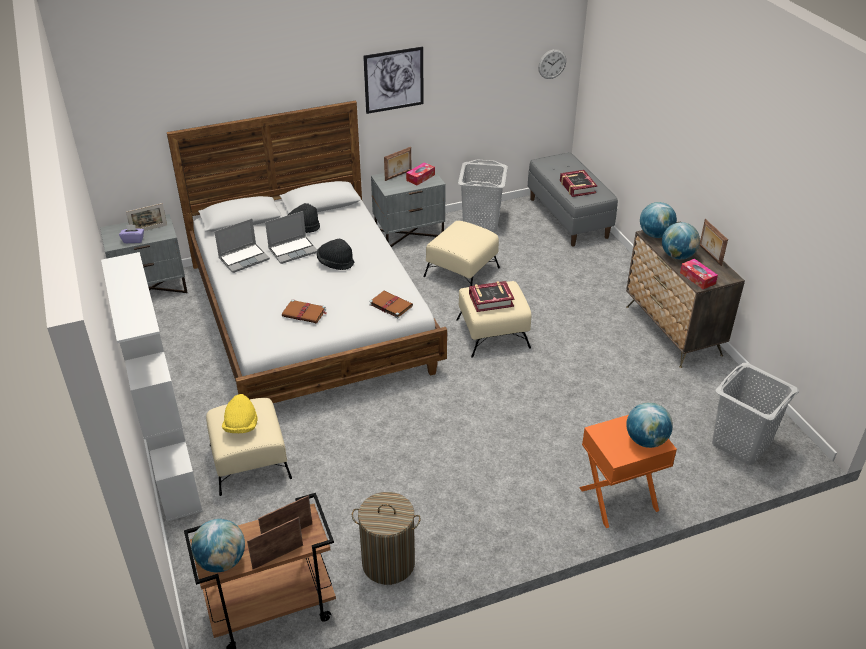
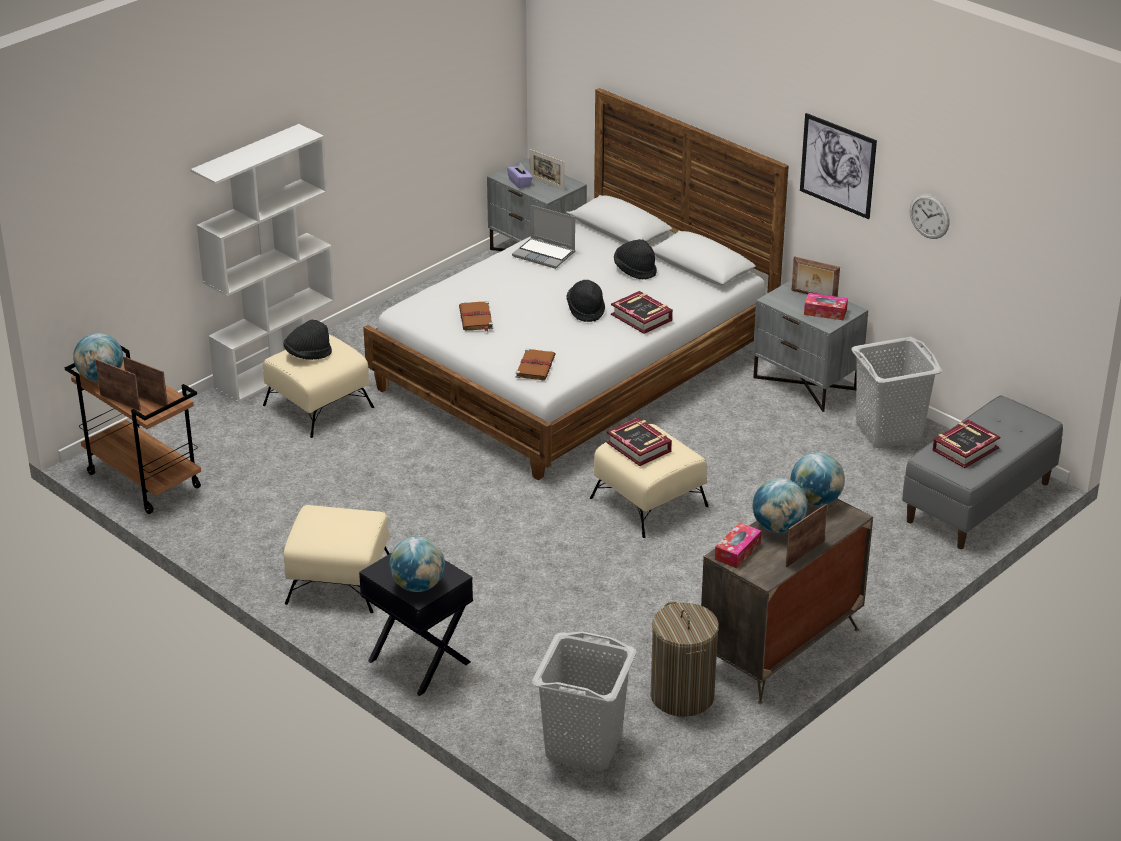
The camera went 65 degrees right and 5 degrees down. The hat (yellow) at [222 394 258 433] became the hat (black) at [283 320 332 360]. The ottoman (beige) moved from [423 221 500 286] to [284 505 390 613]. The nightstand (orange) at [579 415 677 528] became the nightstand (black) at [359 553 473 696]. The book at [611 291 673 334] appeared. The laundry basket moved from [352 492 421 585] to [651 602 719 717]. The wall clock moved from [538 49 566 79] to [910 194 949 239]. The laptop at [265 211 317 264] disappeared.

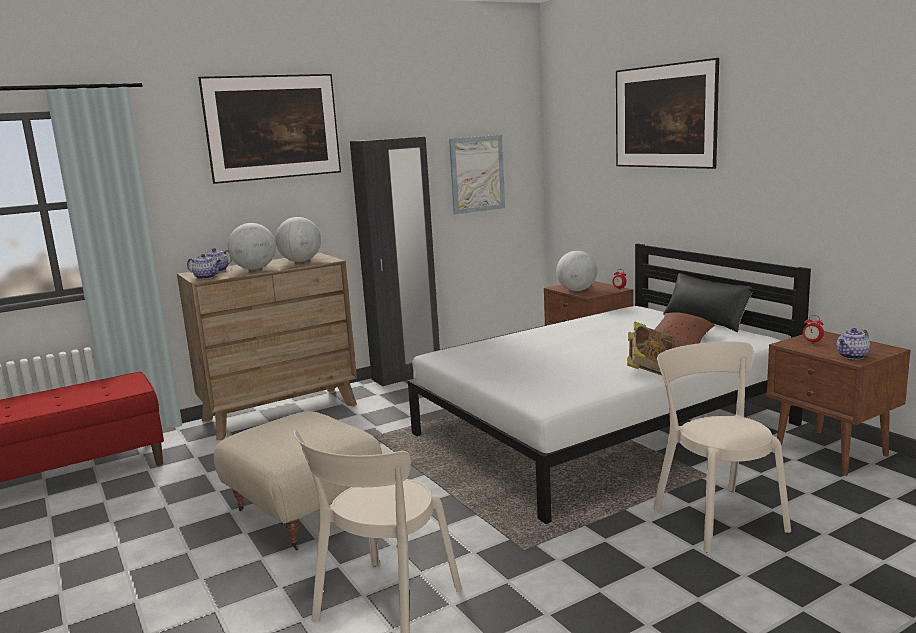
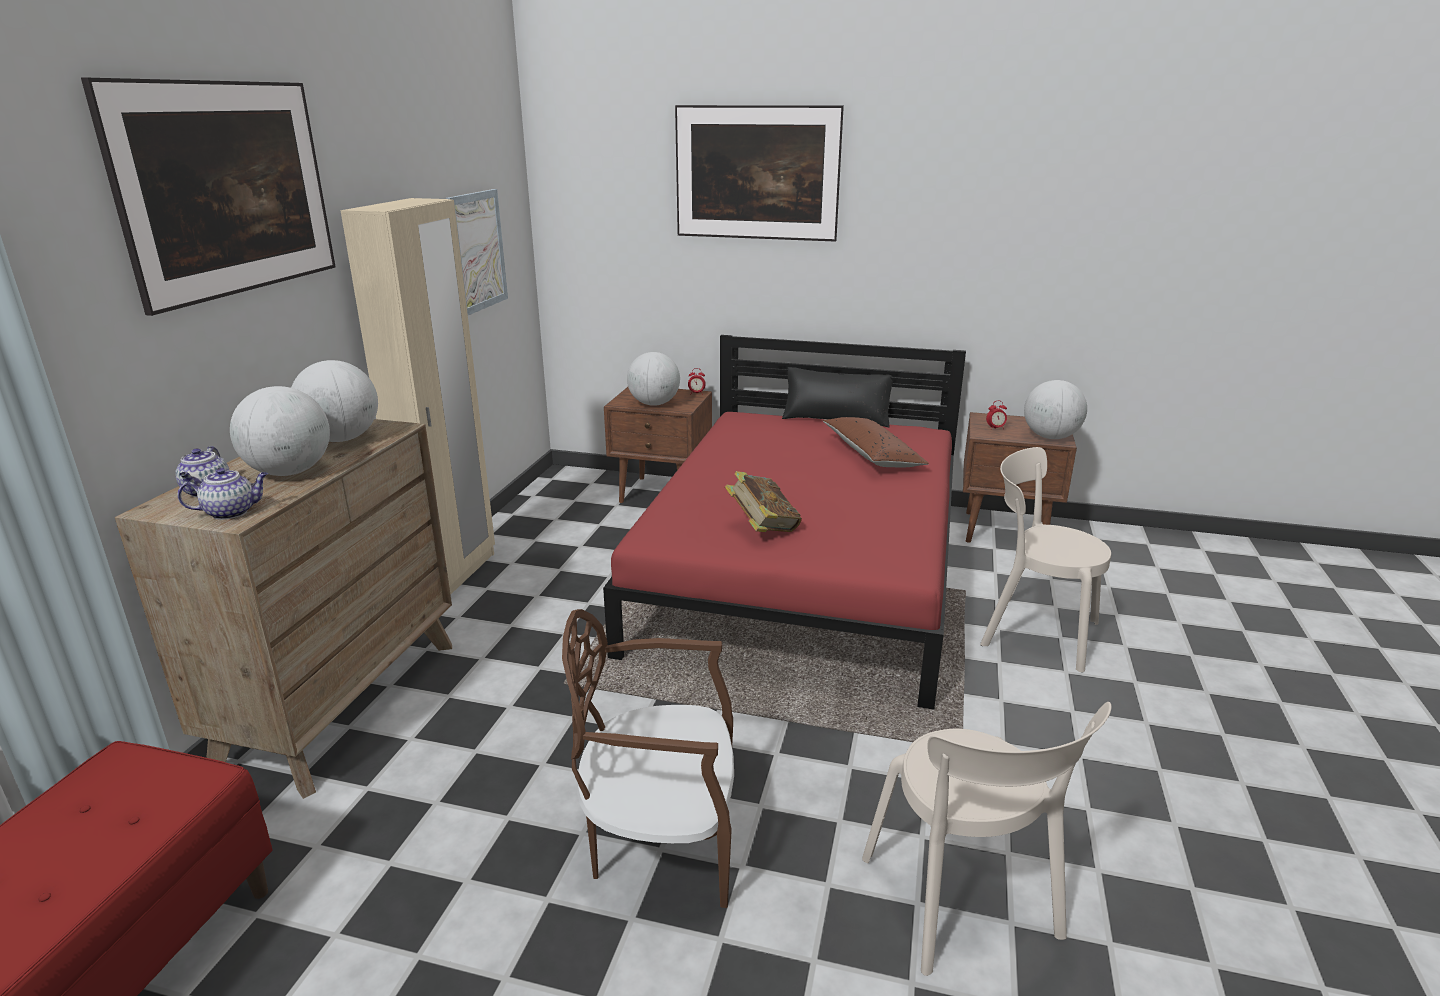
The camera went 45 degrees left and 10 degrees up. The wardrobe (black) at [350 137 440 386] became the wardrobe (beige) at [340 198 495 594]. The ottoman (beige) at [214 411 382 551] was replaced by the chair (brown) at [562 609 734 908]. The bed (white) at [408 244 811 524] became the bed (red) at [603 335 966 710]. The book moved from [627 322 675 375] to [725 471 802 532]. The teapot at [837 328 871 359] was replaced by the globe at [1024 380 1087 439].

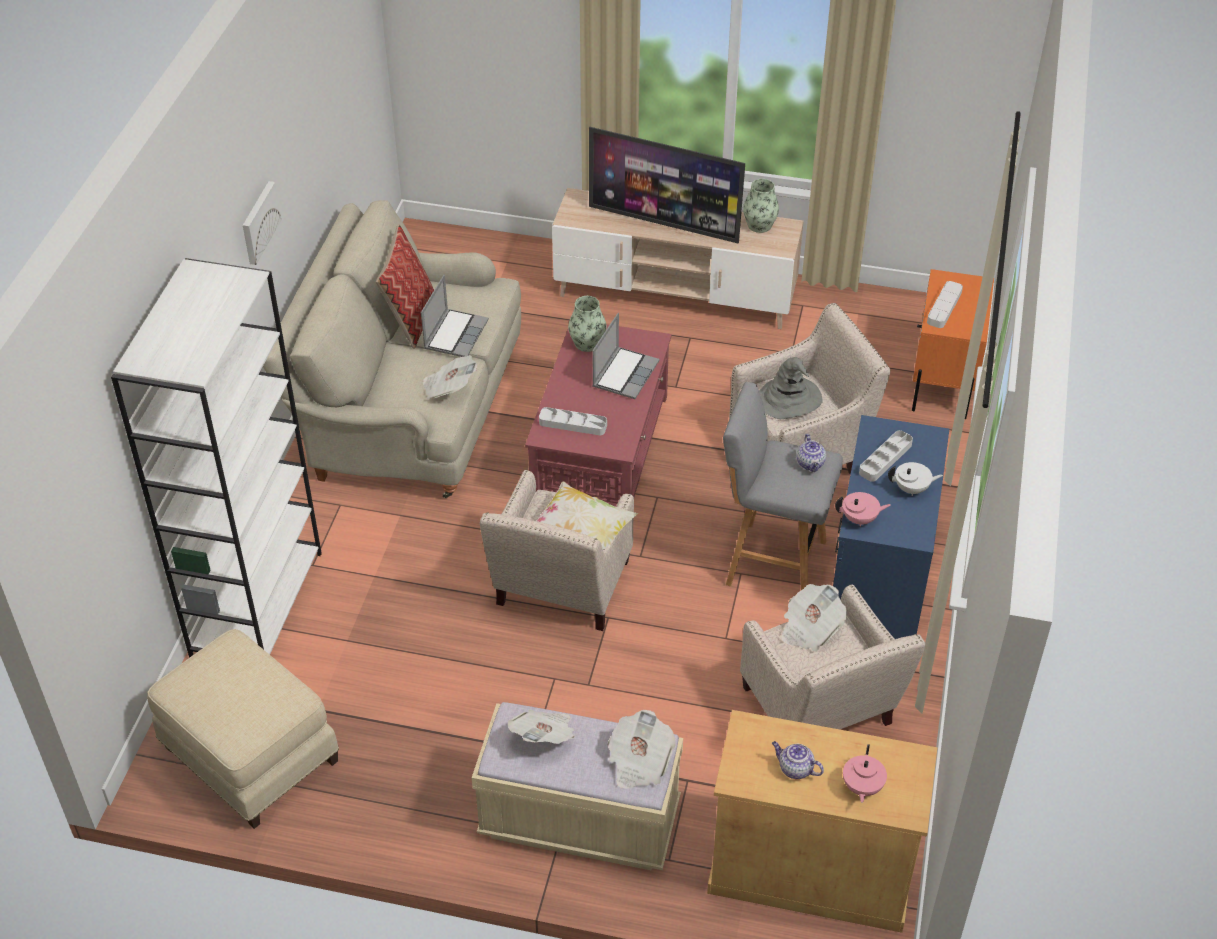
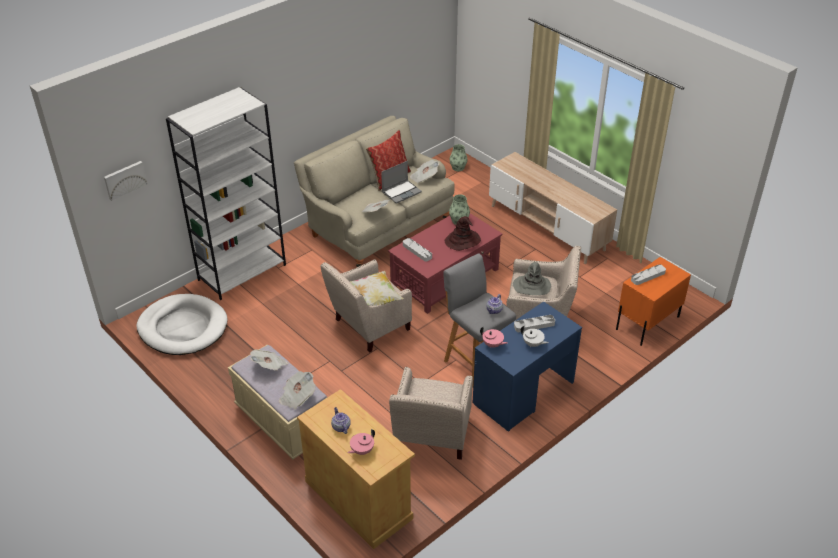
The camera went 35 degrees right and 5 degrees down. The picture moved from [243 181 282 265] to [104 161 147 201]. The ottoman (beige) at [147 629 339 829] was replaced by the dog bed (white) at [136 294 228 355]. The newspaper moved from [781 584 847 651] to [410 160 440 184]. The laptop at [592 313 659 399] was replaced by the hat (brown) at [445 216 481 251]. The vase moved from [743 179 779 233] to [450 144 467 171]. The television at [589 127 745 244] disappeared.

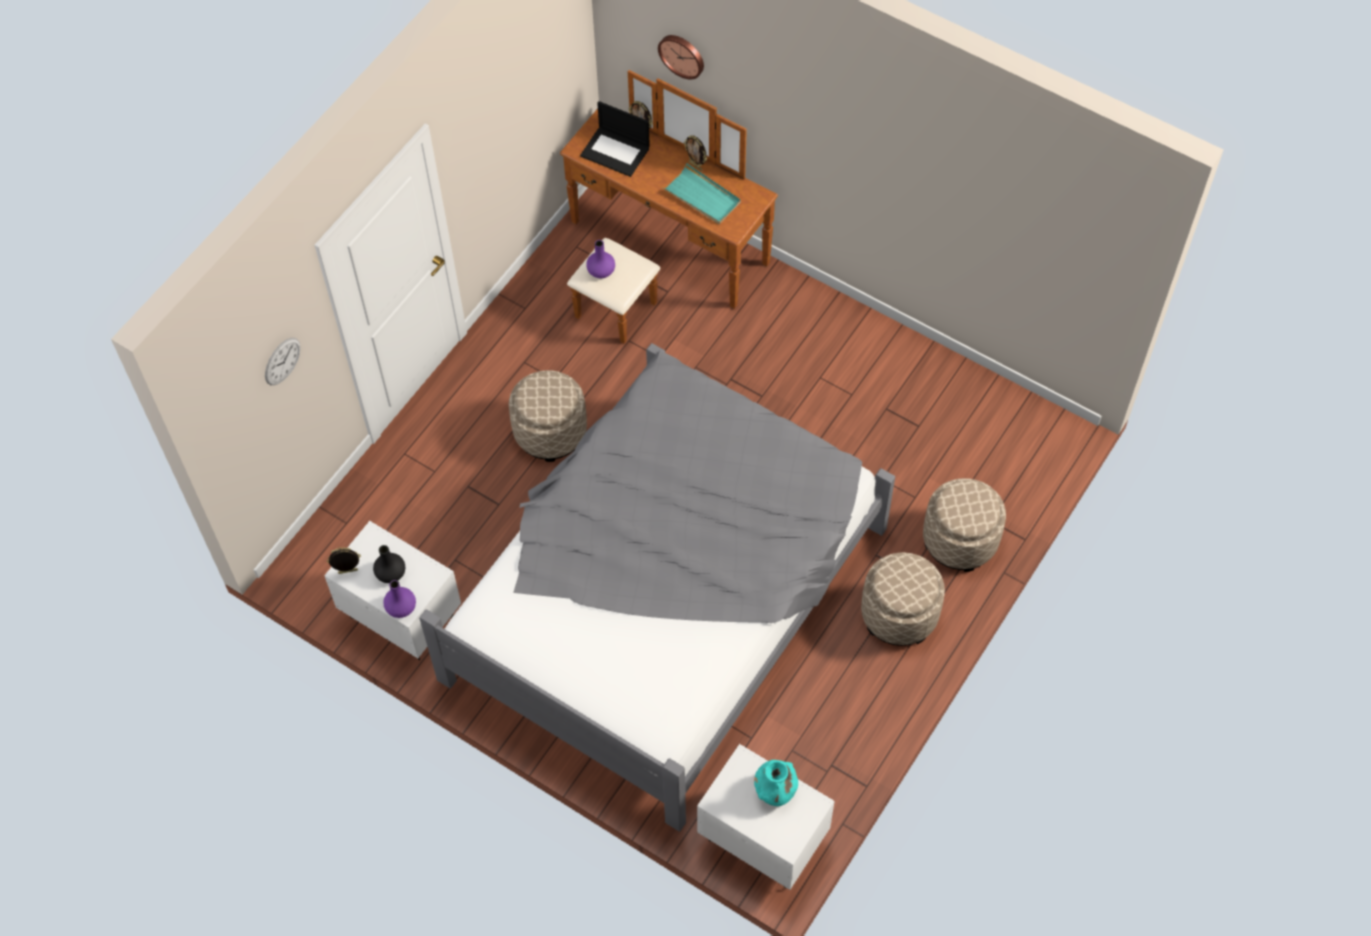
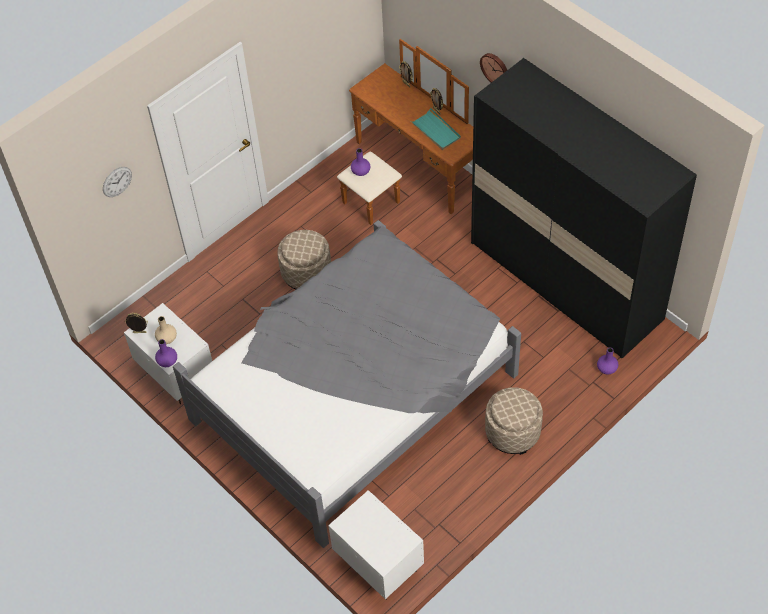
The camera went 15 degrees right and 5 degrees down. The vase (black) at [373 545 405 583] became the vase (beige) at [155 316 177 344]. The wardrobe (black) at [471 58 697 358] appeared. The wall clock moved from [658 35 704 79] to [480 53 507 83]. The vase (purple) at [597 347 618 374] appeared. The laptop at [580 101 650 177] disappeared. The vase (turquoise) at [754 760 798 806] disappeared. The ottoman (beige) at [923 478 1006 572] disappeared.

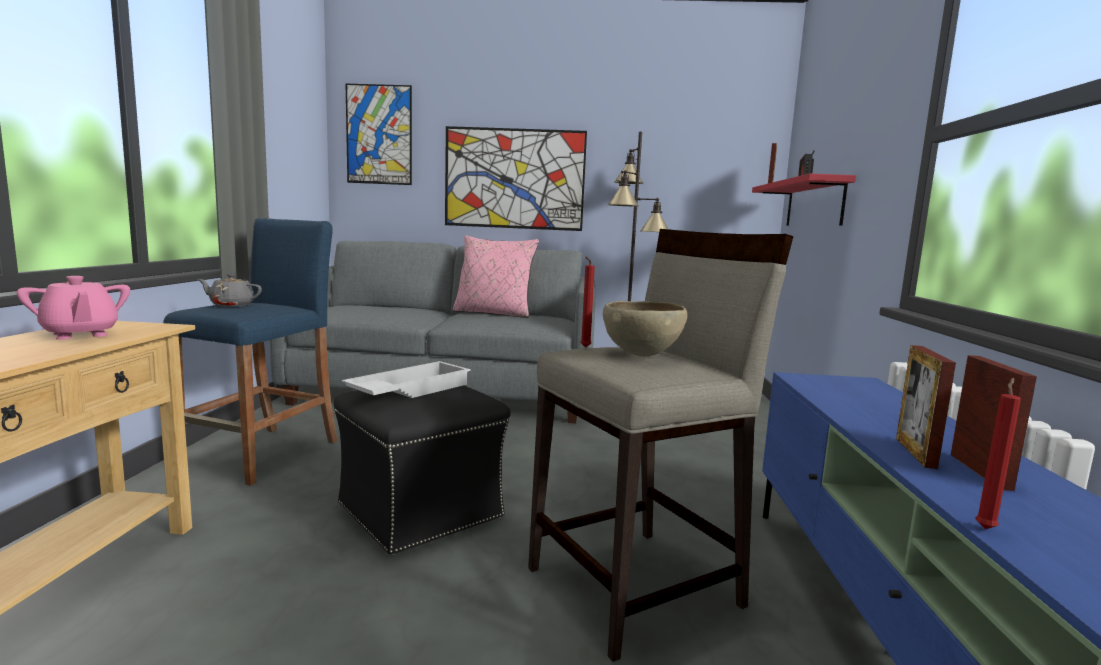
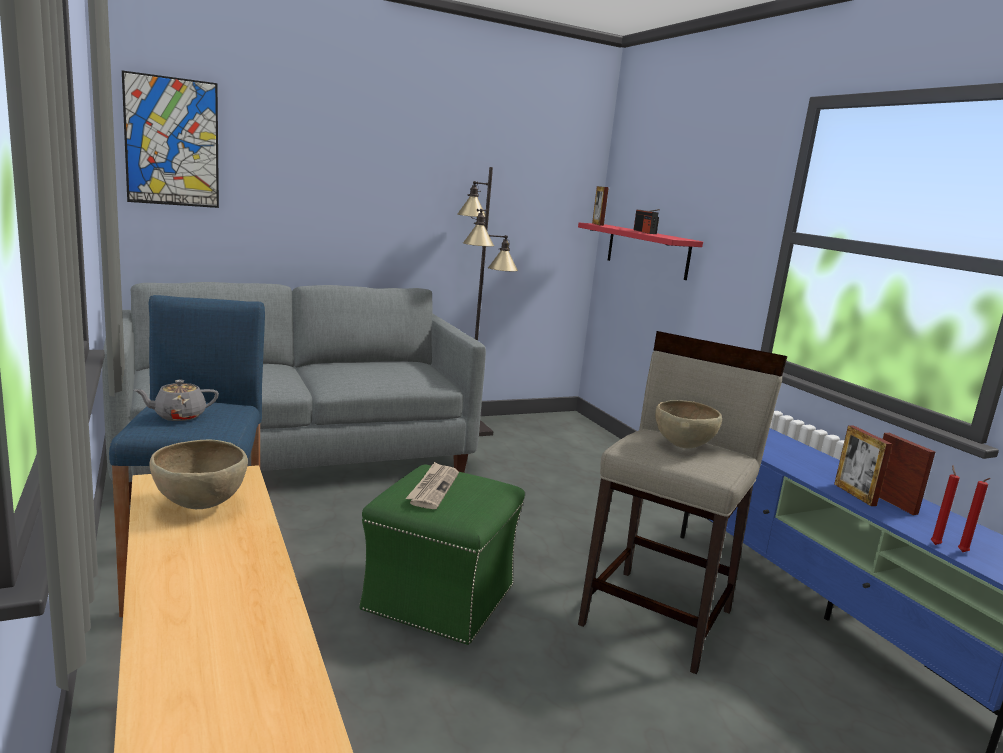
The camera went 30 degrees left and 5 degrees up. The teapot (pink) at [17 276 130 340] was replaced by the bowl (brown) at [149 440 248 509]. The ottoman (black) at [334 385 510 555] became the ottoman (green) at [359 465 525 645]. The tray (white) at [342 361 471 398] was replaced by the newspaper at [406 462 459 509]. The candle (red) moved from [580 256 595 348] to [958 478 991 552]. The picture at [445 126 587 231] disappeared. The pillow (pink) at [453 235 539 318] disappeared.

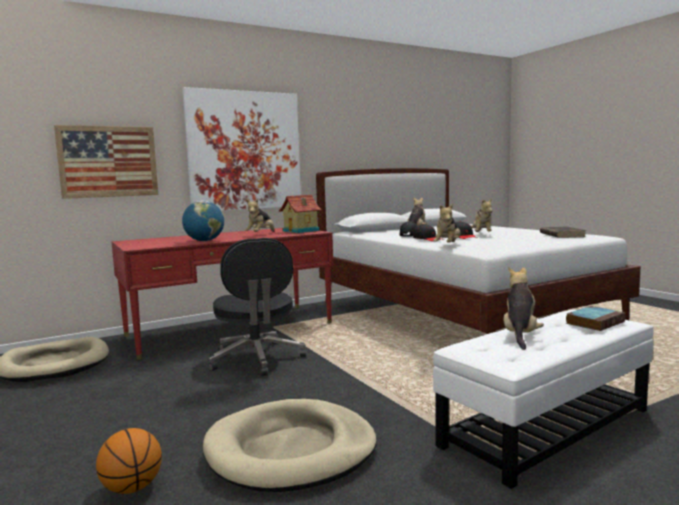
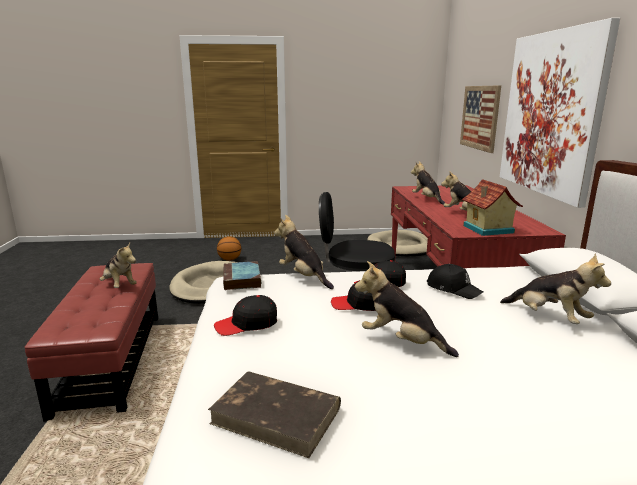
The camera went 115 degrees right and 10 degrees up. The ottoman (white) at [433 310 654 489] became the ottoman (red) at [24 263 158 422]. The cap (black) at [214 295 277 336] appeared. The book moved from [566 306 626 331] to [223 261 261 290]. The globe at [182 201 224 241] was replaced by the plush toy at [411 161 445 204].

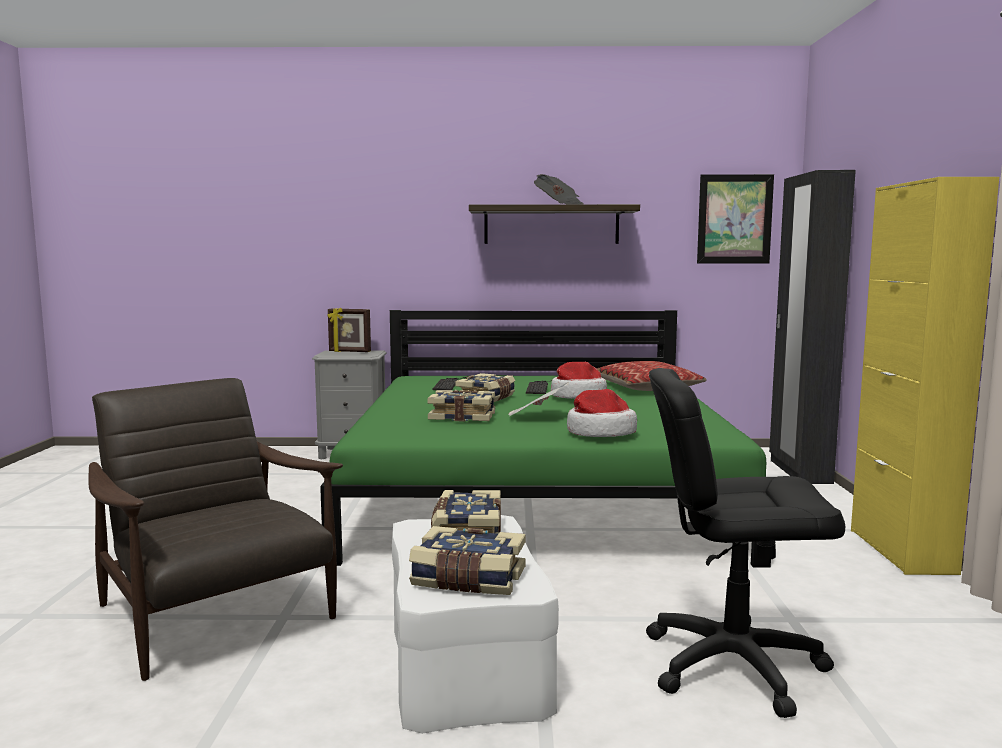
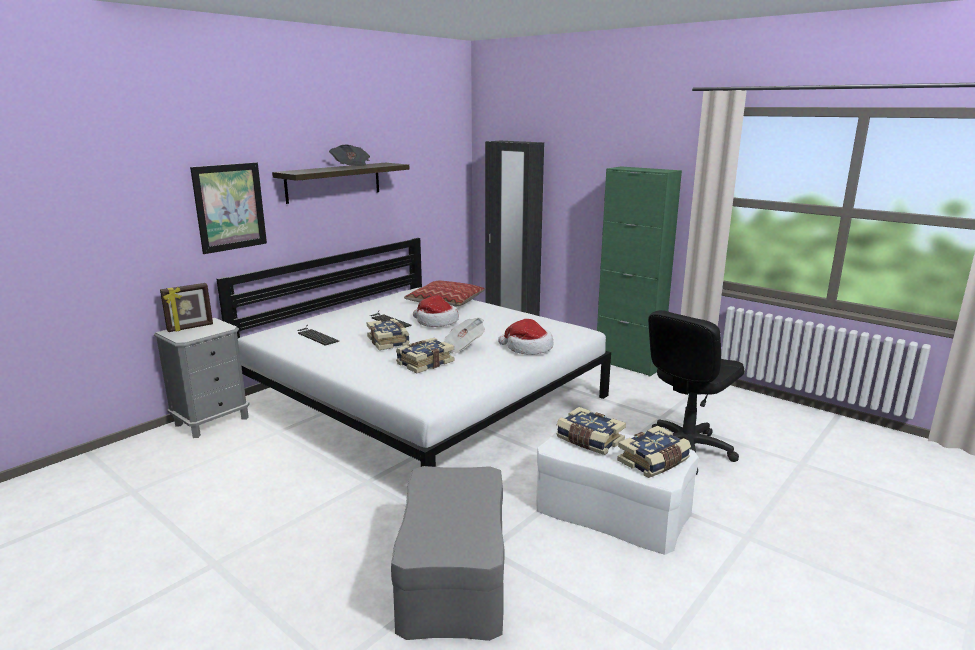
The camera went 50 degrees left and 10 degrees up. The picture moved from [697 174 774 264] to [190 162 267 254]. The bed (green) at [320 310 771 568] became the bed (white) at [217 238 611 467]. The armchair (brown) at [88 378 343 681] was replaced by the ottoman (grey) at [391 466 504 641]. The cabinet (yellow) at [851 177 999 575] became the cabinet (green) at [597 166 682 377].

